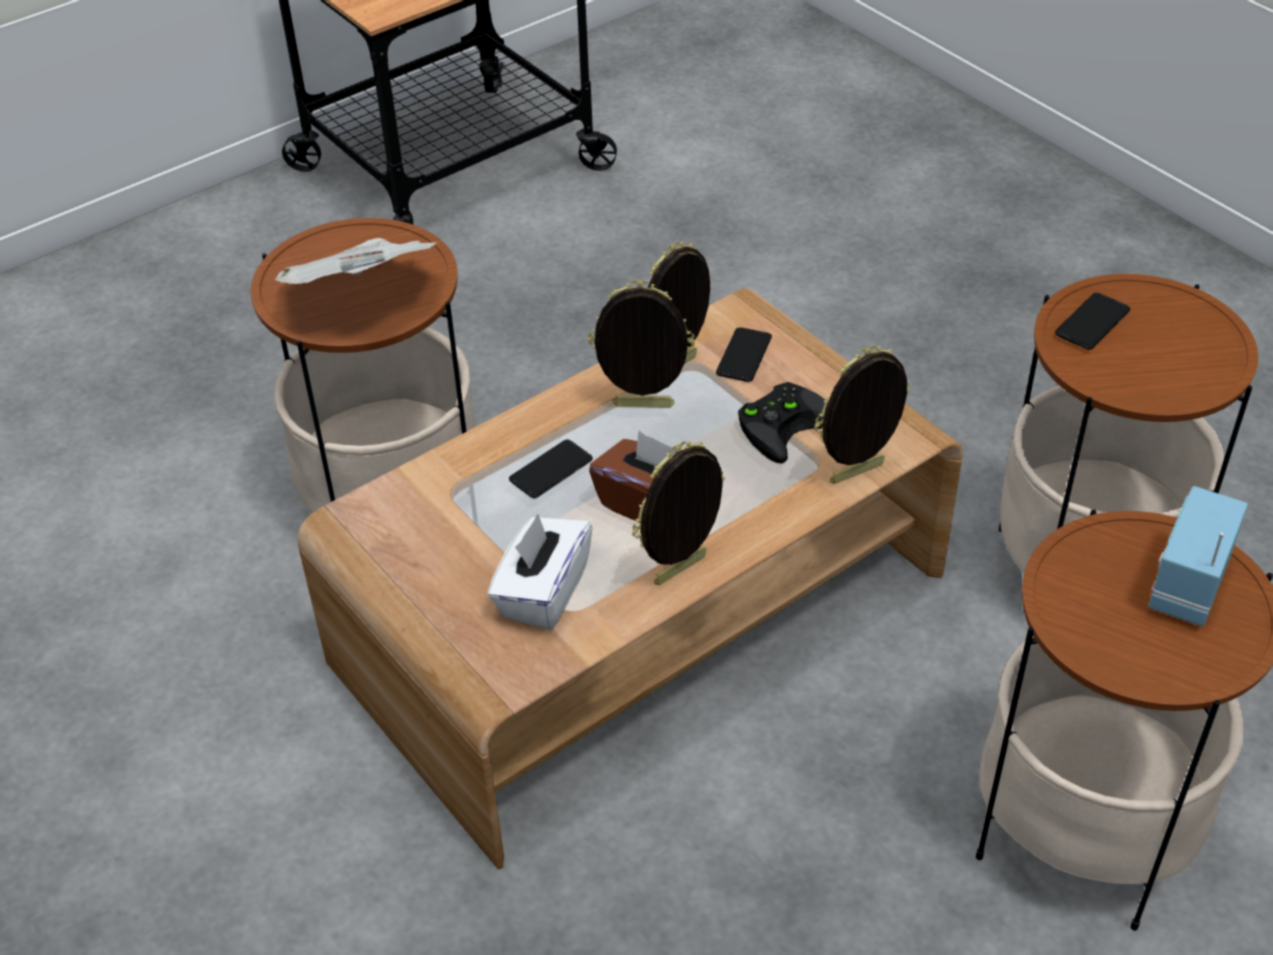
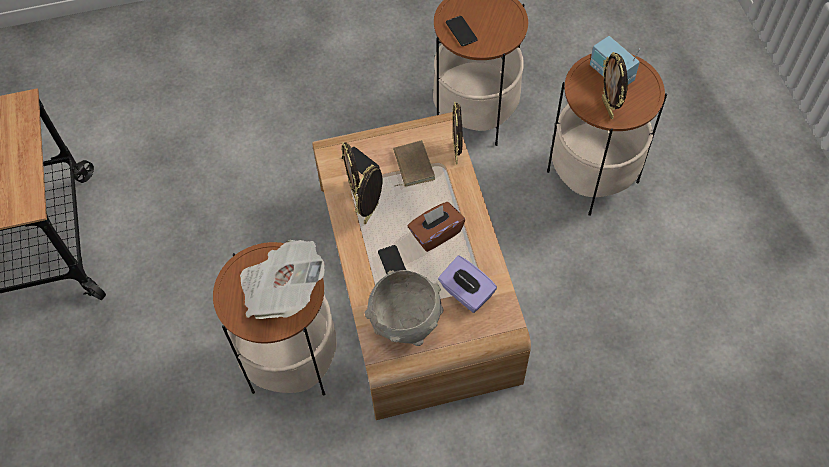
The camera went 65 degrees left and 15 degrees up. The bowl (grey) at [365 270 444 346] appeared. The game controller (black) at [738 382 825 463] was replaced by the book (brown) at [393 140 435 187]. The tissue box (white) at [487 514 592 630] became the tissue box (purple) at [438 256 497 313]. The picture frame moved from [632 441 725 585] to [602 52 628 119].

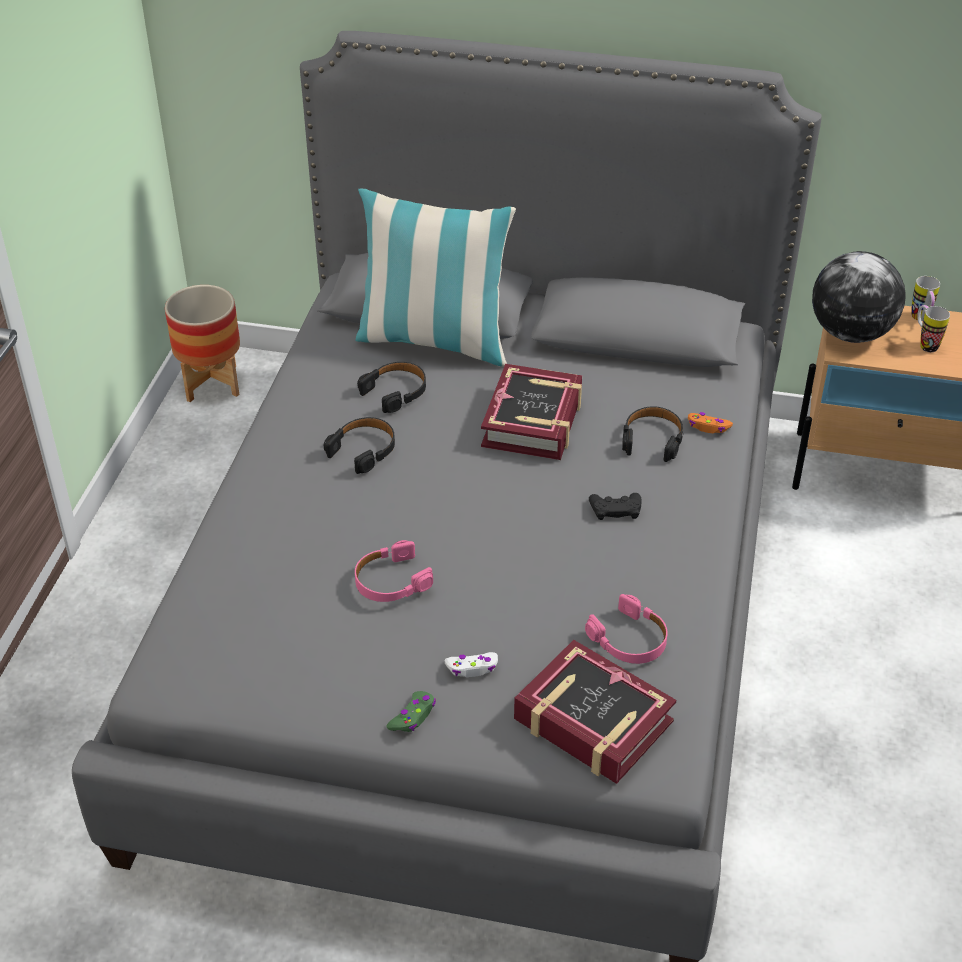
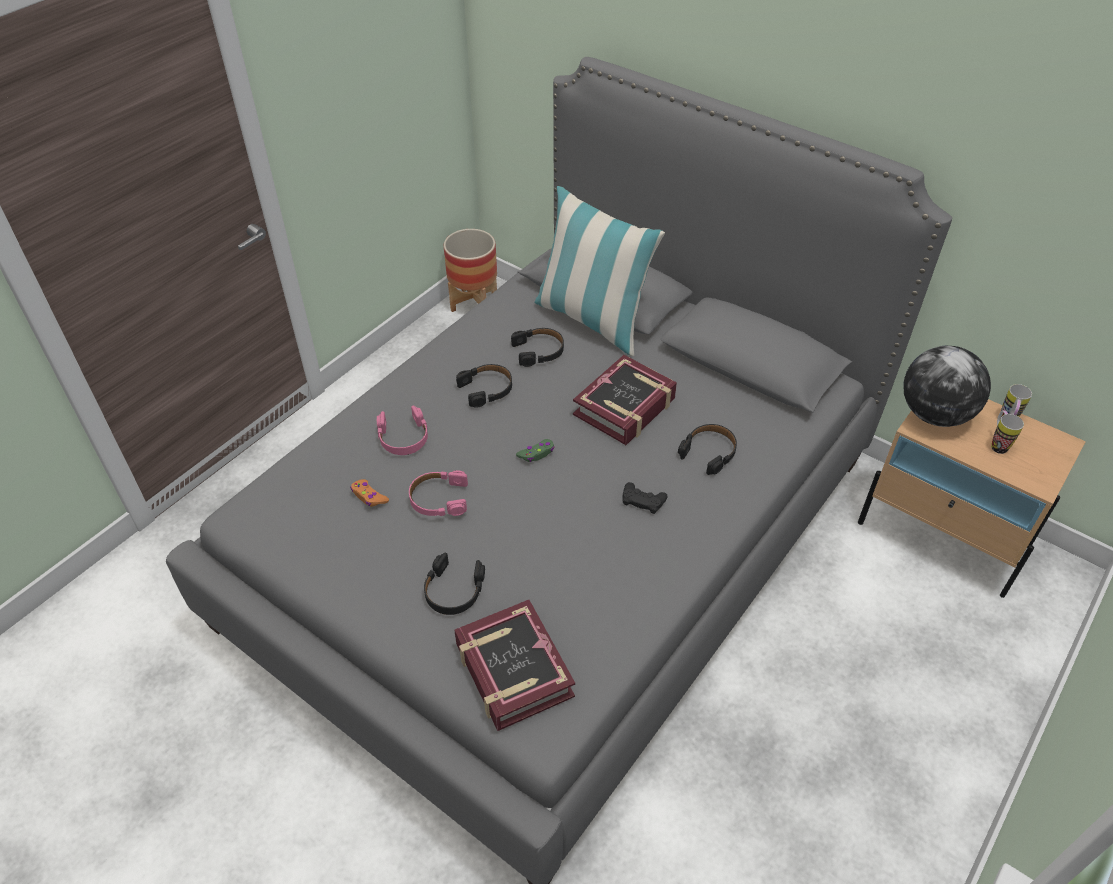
The camera went 25 degrees right and 5 degrees up. The game controller (orange) moved from [688 412 733 433] to [350 479 389 507]. The headphones (pink) moved from [585 594 668 664] to [377 405 428 455]. The game controller (white) at [444 652 498 677] was replaced by the headphones (black) at [424 553 485 615]. The game controller (green) moved from [387 691 436 732] to [516 439 554 462].

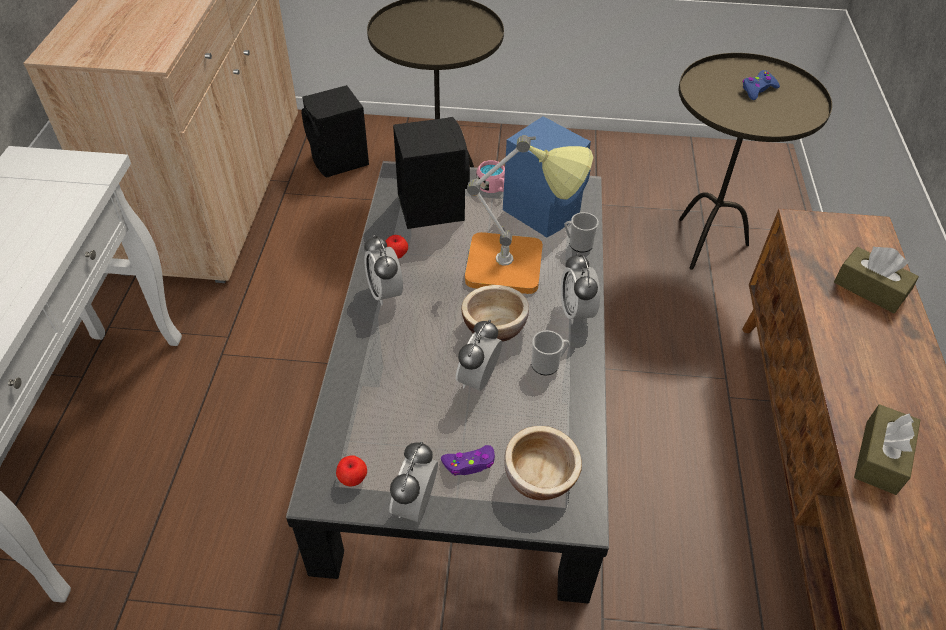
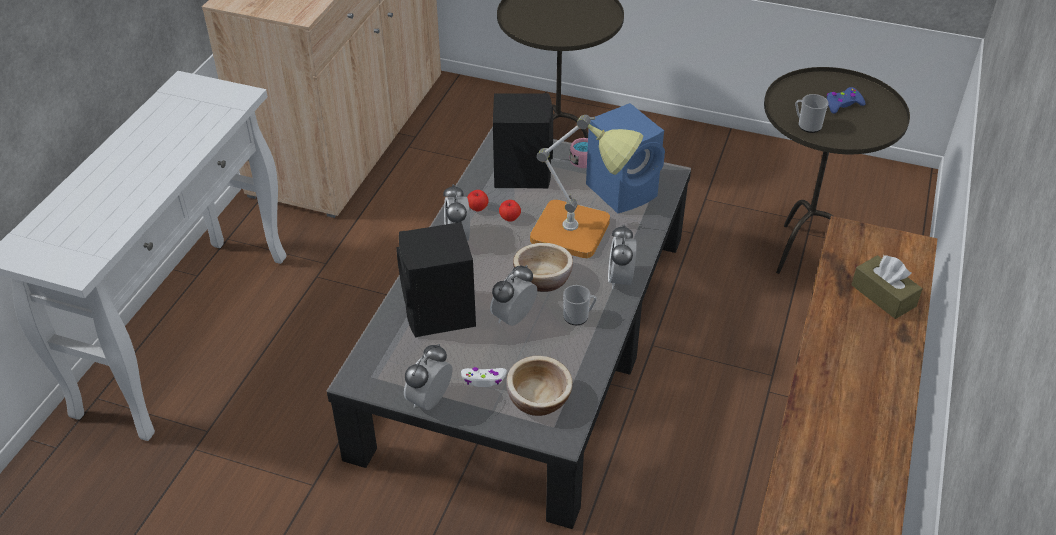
The camera went 15 degrees right and 5 degrees down. The speaker (black) moved from [301 85 369 178] to [396 222 476 337]. The game controller (purple) at [441 445 495 476] became the game controller (white) at [461 367 507 387]. The apple moved from [336 456 367 487] to [499 200 521 222]. The mug moved from [564 212 599 252] to [795 94 829 133]. The tissue box (brown) at [854 404 920 495] disappeared.

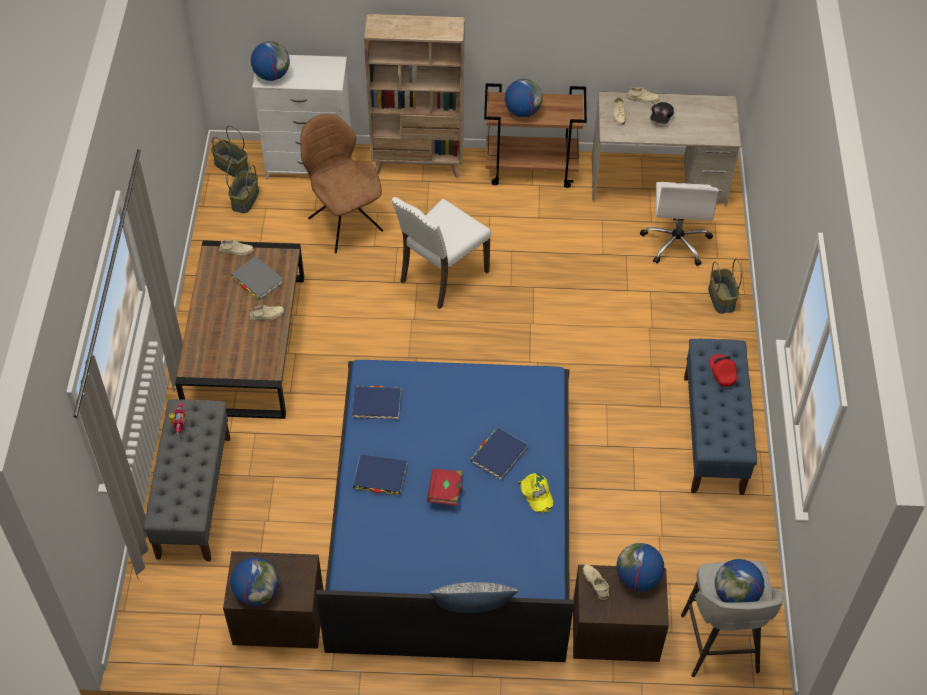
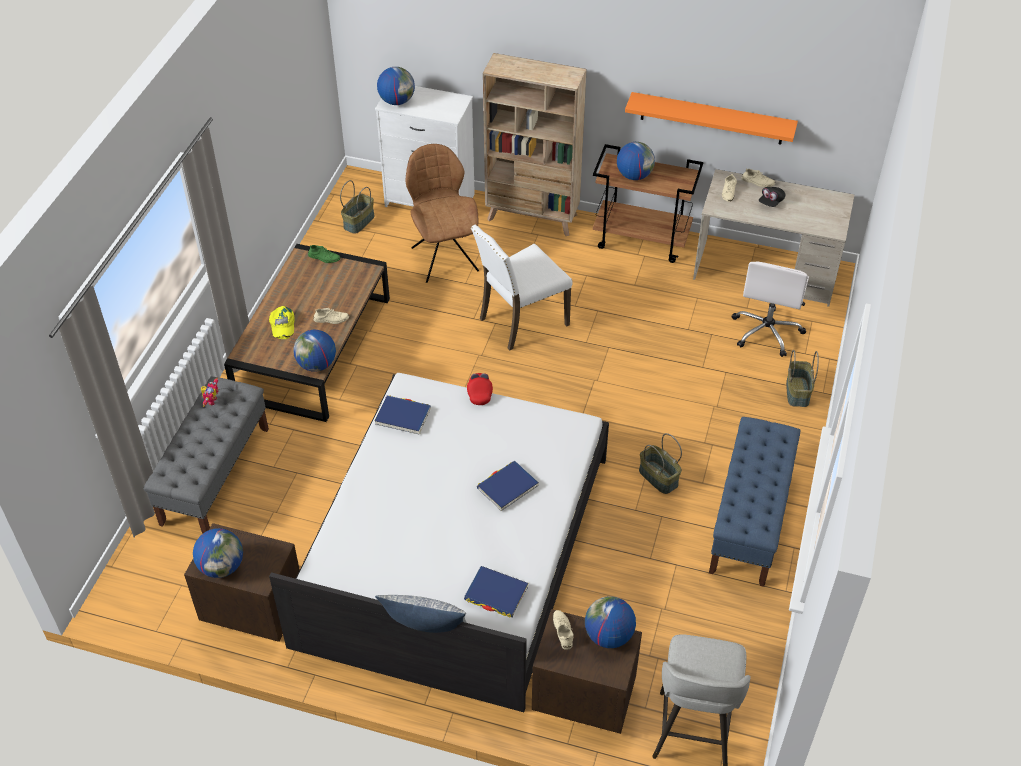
The camera went 15 degrees right and 5 degrees down. The cap (yellow) moved from [518 473 554 513] to [269 306 295 339]. The bed (blue) at [316 360 574 662] became the bed (white) at [269 373 609 712]. The globe moved from [715 559 764 603] to [293 330 336 372]. The shoe (beige) at [219 240 254 256] became the shoe (green) at [308 245 341 263]. The book (blue) moved from [353 455 407 495] to [464 566 528 618]. The cap (red) moved from [709 354 737 387] to [467 373 493 405]. The shelf (orange) at [625 92 798 145] appeared. The basket moved from [211 125 249 177] to [639 433 682 494]. The book (grey) at [231 256 284 300] disappeared. The book (red) at [427 469 463 506] disappeared.

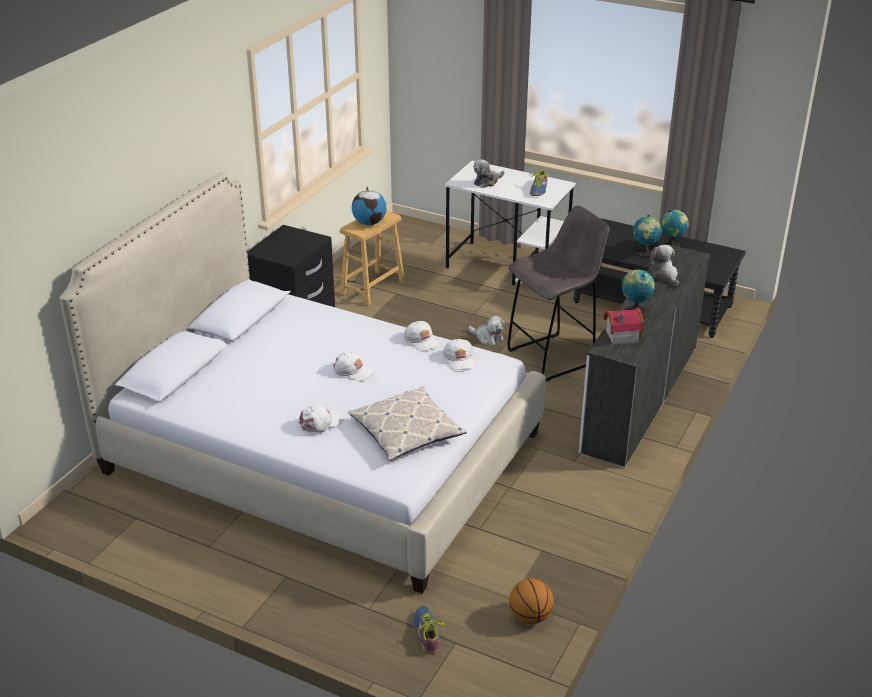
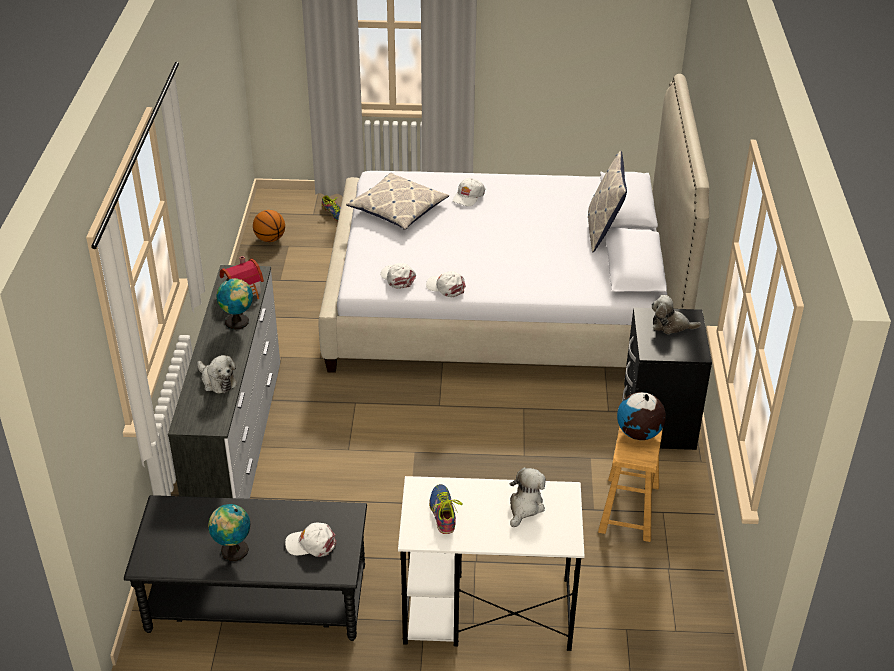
The camera went 155 degrees right and 5 degrees up. The cap (white) moved from [333 351 374 381] to [285 523 337 557]. The pillow at [588 151 627 252] appeared. The plush toy moved from [468 316 505 345] to [652 295 701 334]. The stool (grey) at [508 206 610 382] disappeared. The globe at [633 215 662 258] disappeared.

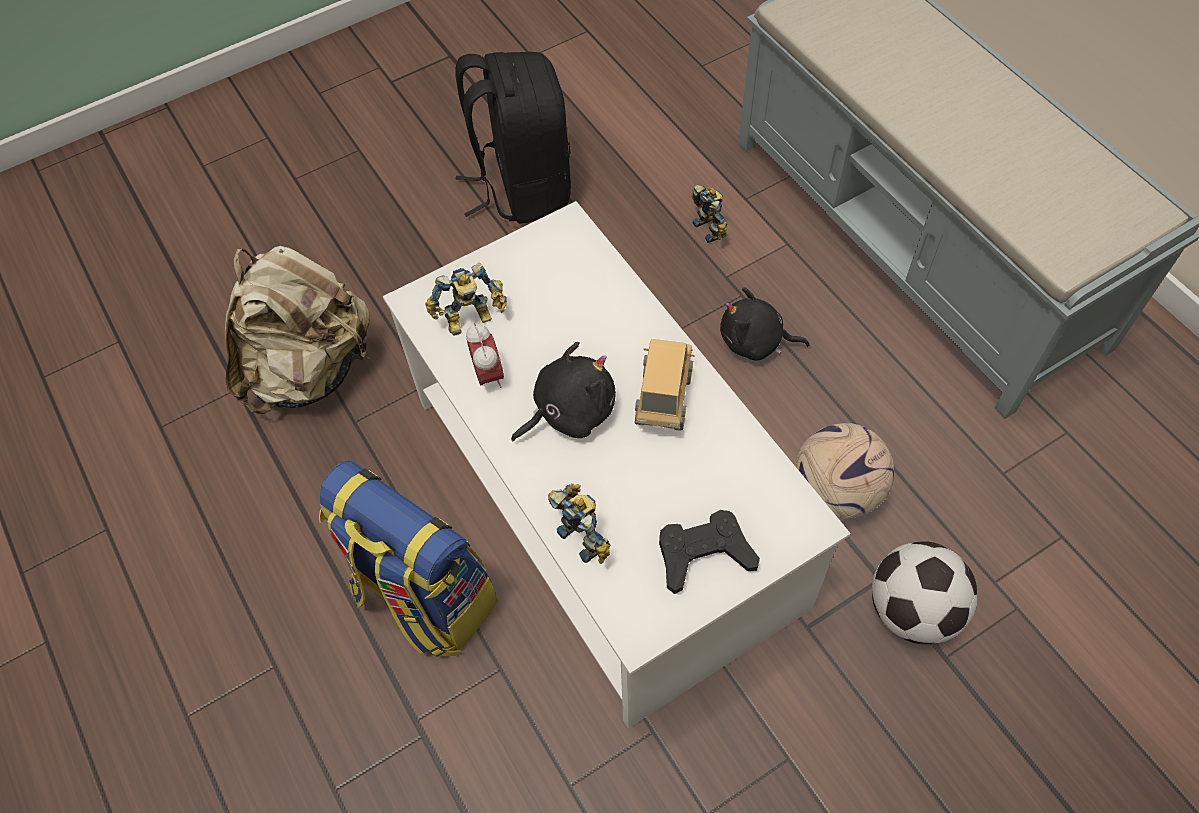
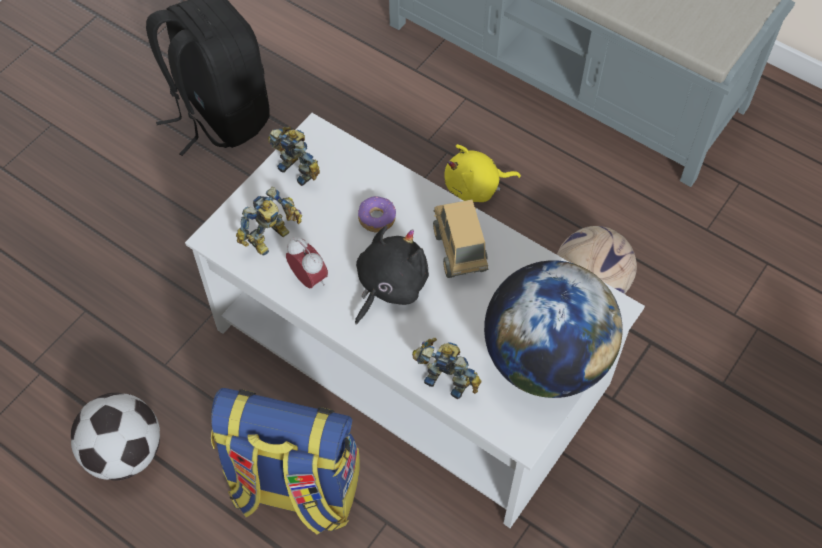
The camera went 25 degrees left and 0 degrees up. The football moved from [872 541 977 644] to [71 393 160 480]. The toy robot moved from [691 185 727 243] to [268 127 320 186]. The donut at [358 196 396 232] appeared. The plush toy (black) at [720 287 809 360] became the plush toy (yellow) at [444 144 521 202]. The game controller (black) at [659 510 760 594] was replaced by the globe at [484 260 623 398]. The backpack (beige) at [225 246 371 414] disappeared.

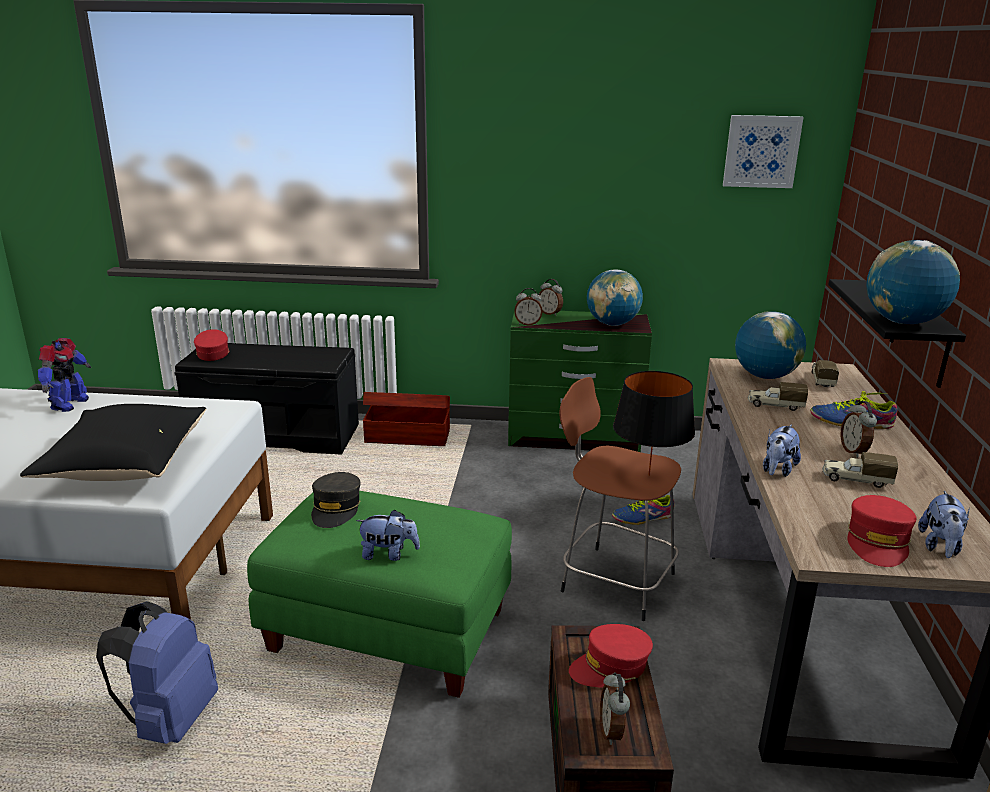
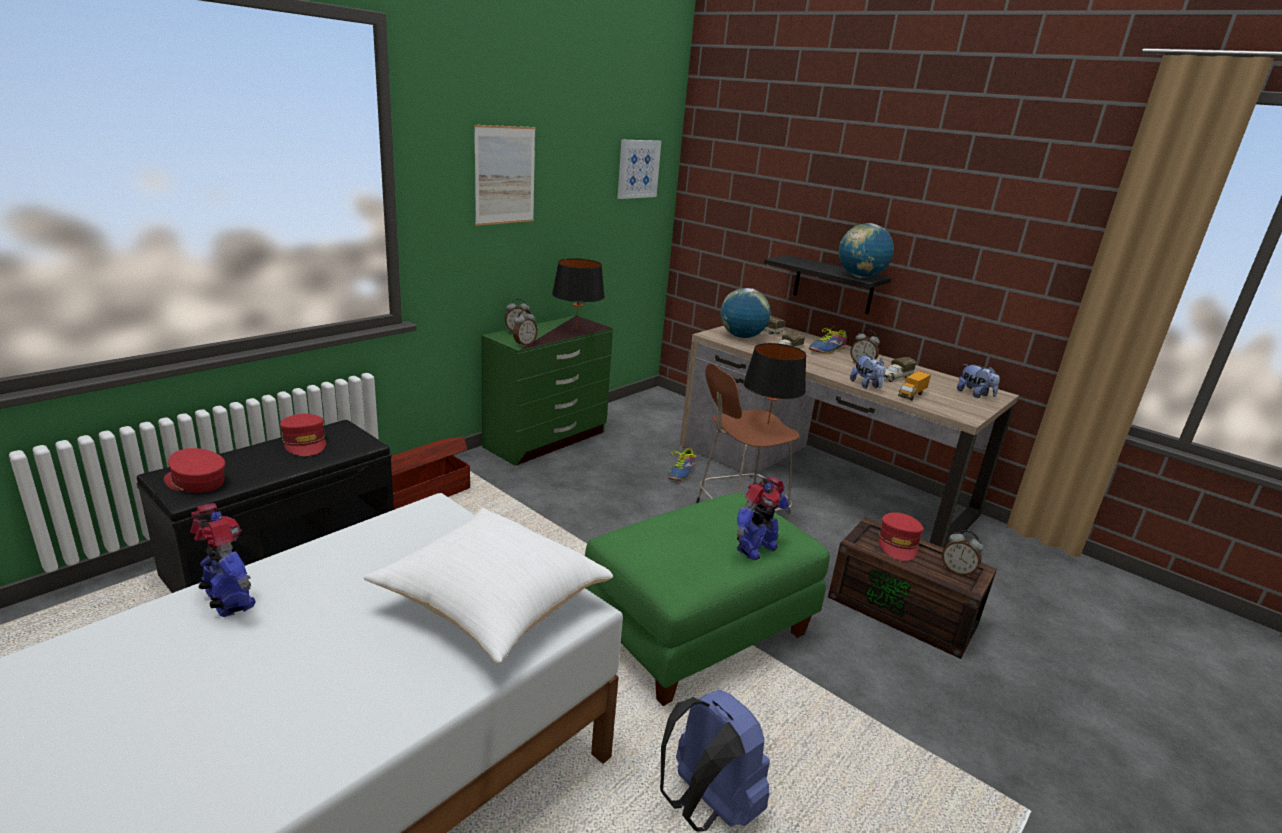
The camera went 55 degrees left and 0 degrees up. The cap (red) moved from [847 495 917 567] to [280 414 326 456]. The pillow (black) at [20 404 206 481] became the pillow (white) at [364 508 613 664]. The picture at [474 125 536 226] appeared. The globe at [587 269 643 326] was replaced by the table lamp (black) at [552 258 605 329]. The plush toy at [356 509 420 561] was replaced by the toy robot at [737 477 791 560]. The toy truck at [898 371 931 400] appeared. The cap (grey) at [311 472 360 528] disappeared.

